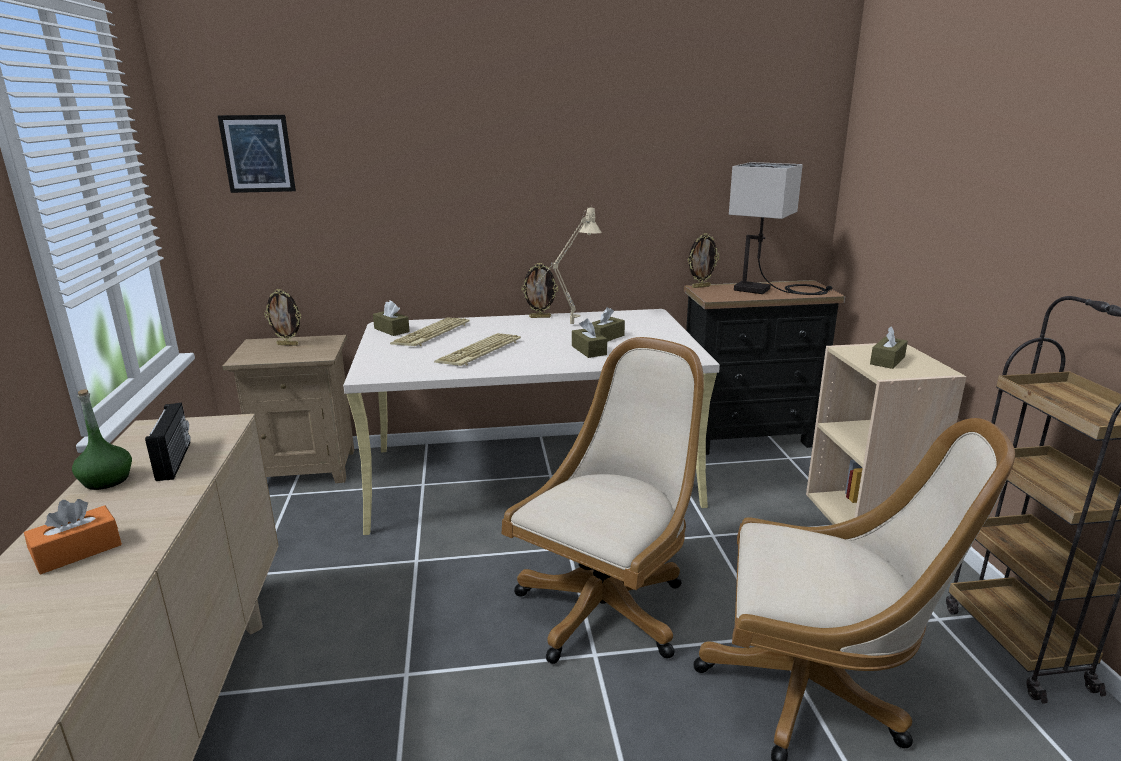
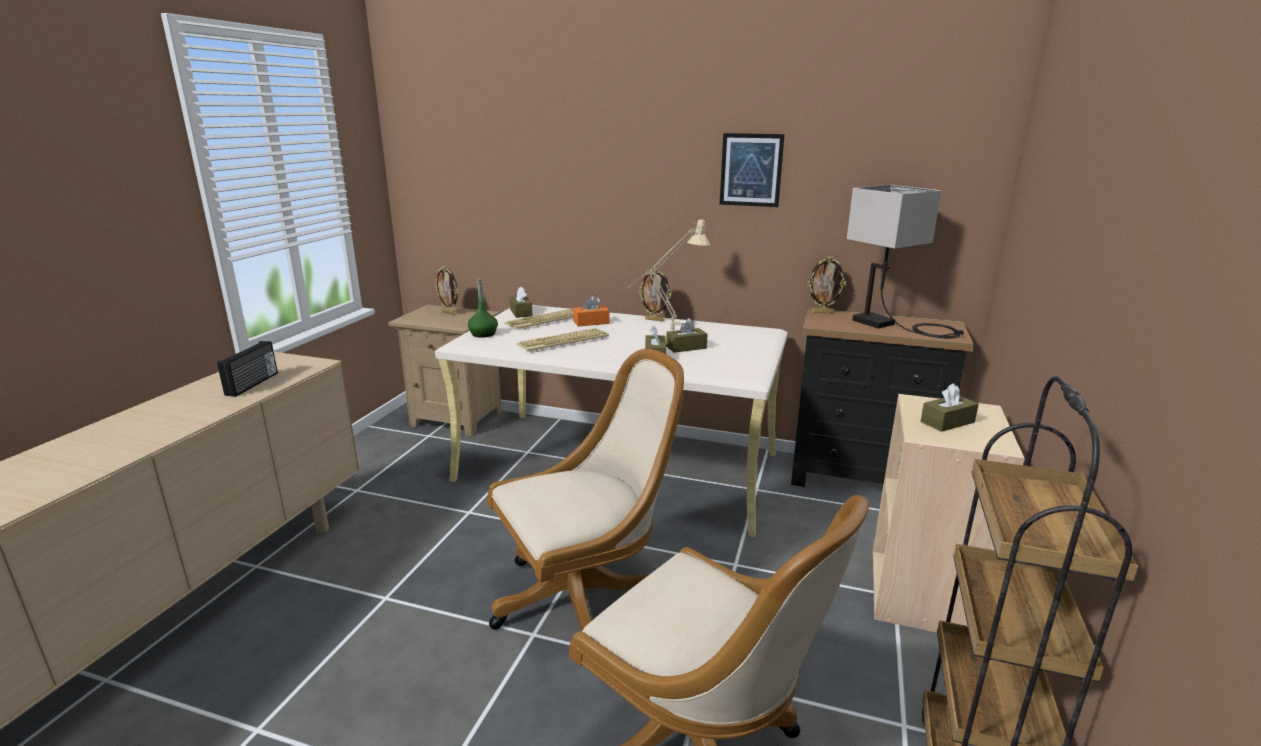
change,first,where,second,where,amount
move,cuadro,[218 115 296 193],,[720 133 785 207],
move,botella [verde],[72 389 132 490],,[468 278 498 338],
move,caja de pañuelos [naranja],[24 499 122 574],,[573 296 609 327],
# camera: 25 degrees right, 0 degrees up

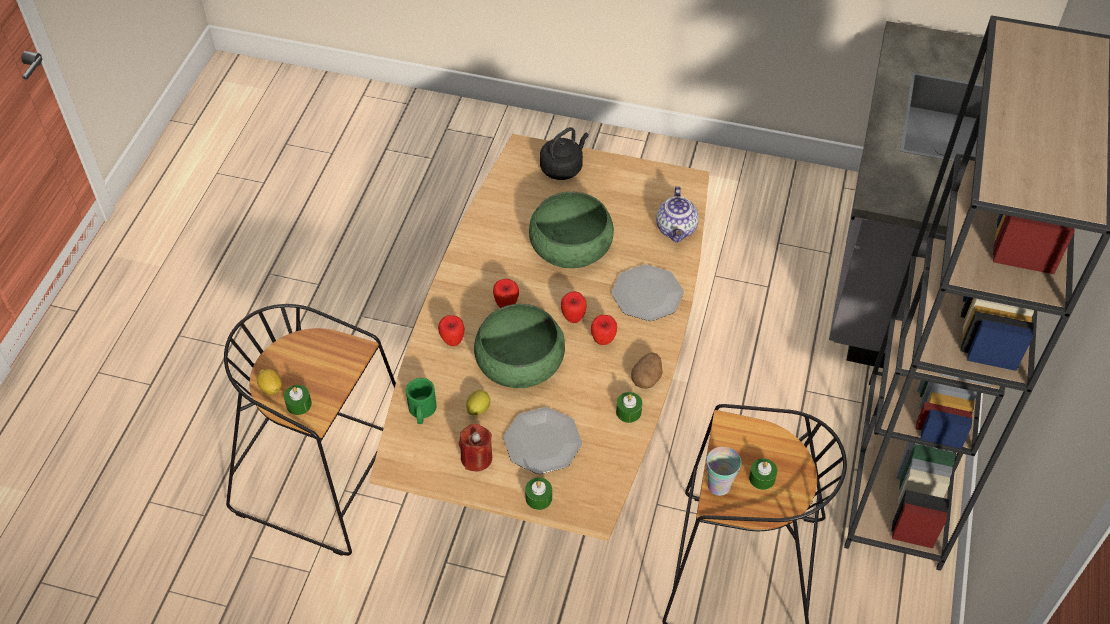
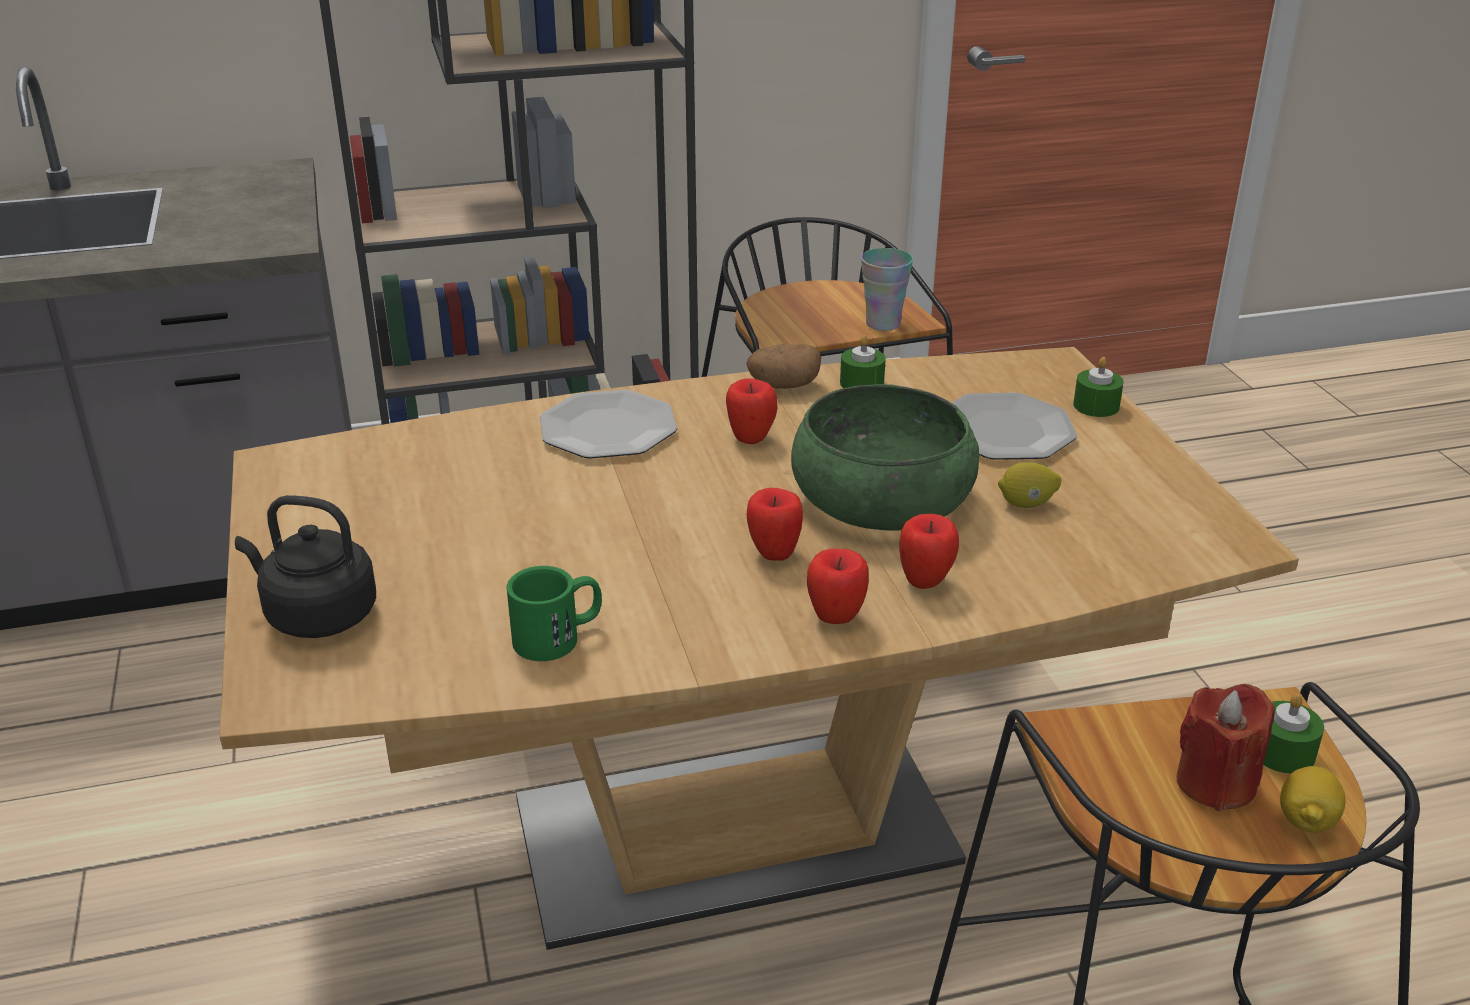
change,first,where,second,where,amount
delete,tetera,[656 186 699 243],,,
delete,cuenco [verde],[529 192 614 268],,,
move,manzana,[561 291 587 323],,[807 549 869 624],
move,taza grande [verde],[406 378 437 424],,[506 566 602 661],
move,vela [rojo],[459 424 492 472],,[1177 684 1275 811],
delete,vela [verde],[749 458 777 490],,,
# camera: 120 degrees left, 20 degrees down

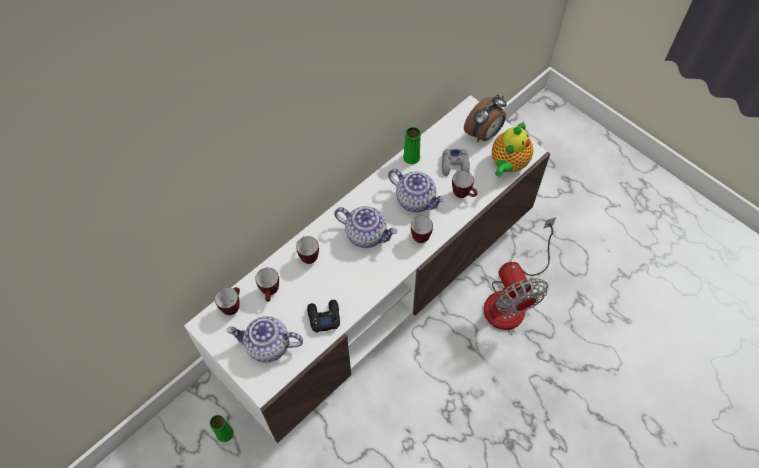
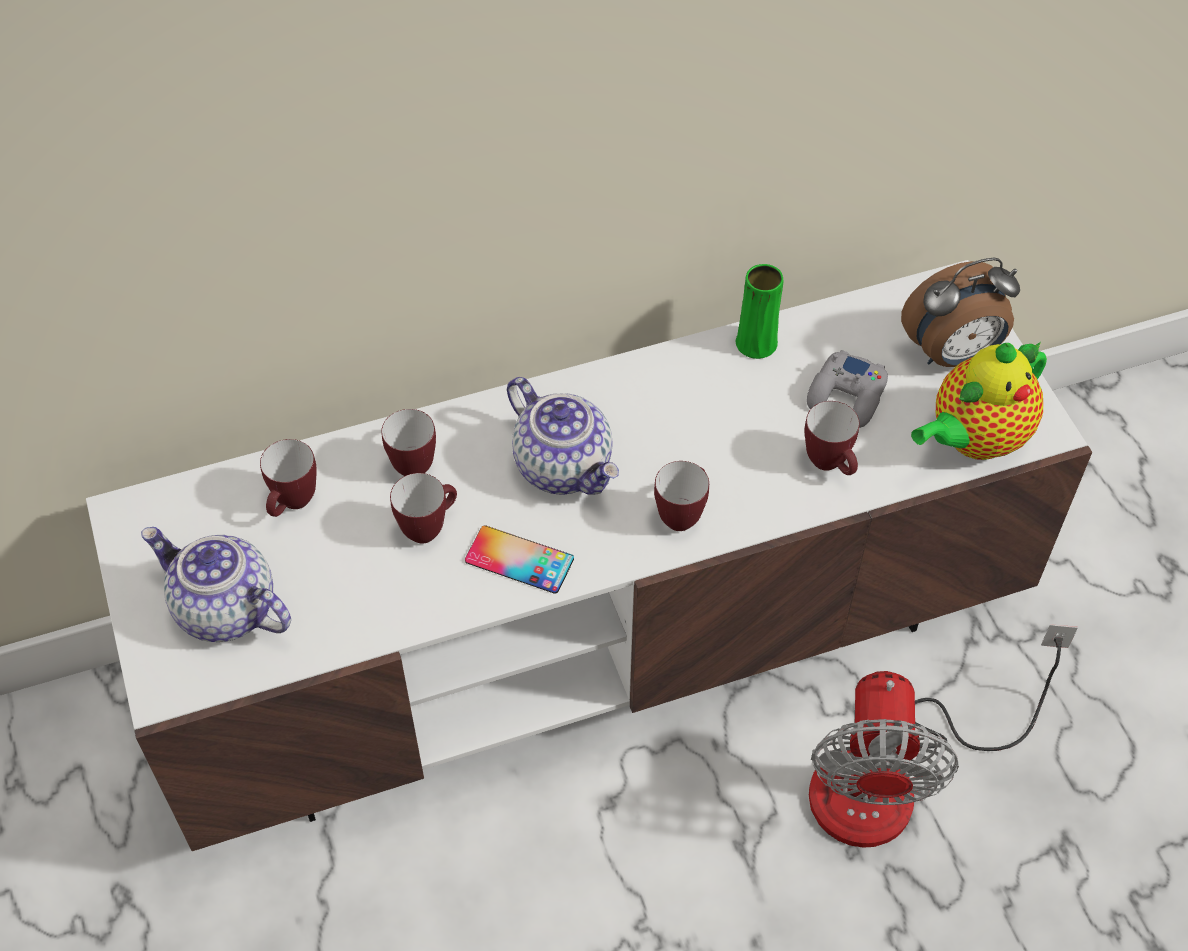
change,first,where,second,where,amount
delete,tetera,[388 169 446 212],,,
move,taza grande,[215 287 240 315],,[390 473 457 544],
delete,mando de consola [negro],[307 300 340 333],,,
delete,florero [verde],[210 415 234 442],,,
insert,,,móvil,[465 525 574 594],
# camera: 25 degrees right, 5 degrees down

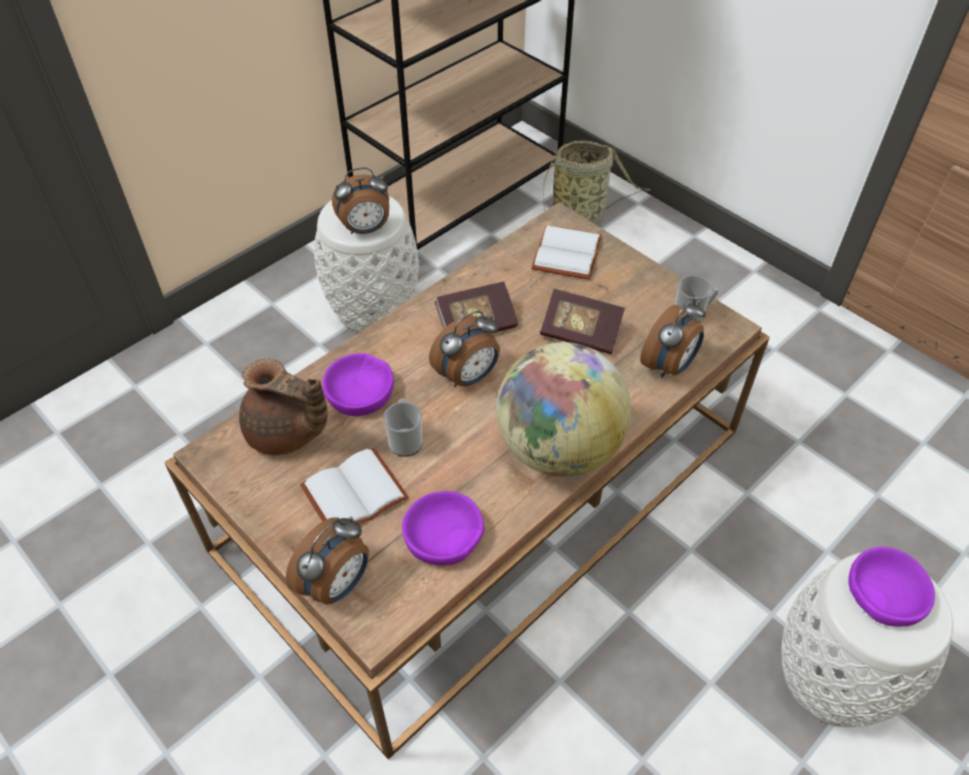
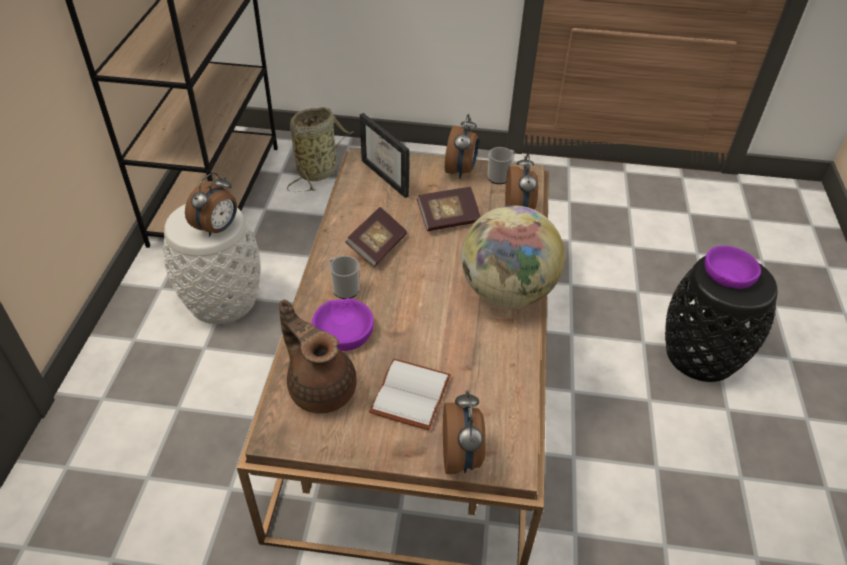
change,first,where,second,where,amount
replace,libro [blanco],[532 225 602 280],portarretratos,[360 113 409 198],
move,despertador,[429 311 500 387],,[445 114 479 179],
rotate,tetera [marrón],[239 359 328 455],,[279 300 357 413],120 degrees counterclockwise
move,taza grande,[383 399 423 457],,[330 256 360 299],
delete,cuenco [morado],[402 491 484 566],,,
recolor,taburete [blanco],[781 552 953 727],taburete [negro],[665 256 778 382],
# camera: 40 degrees left, 5 degrees down

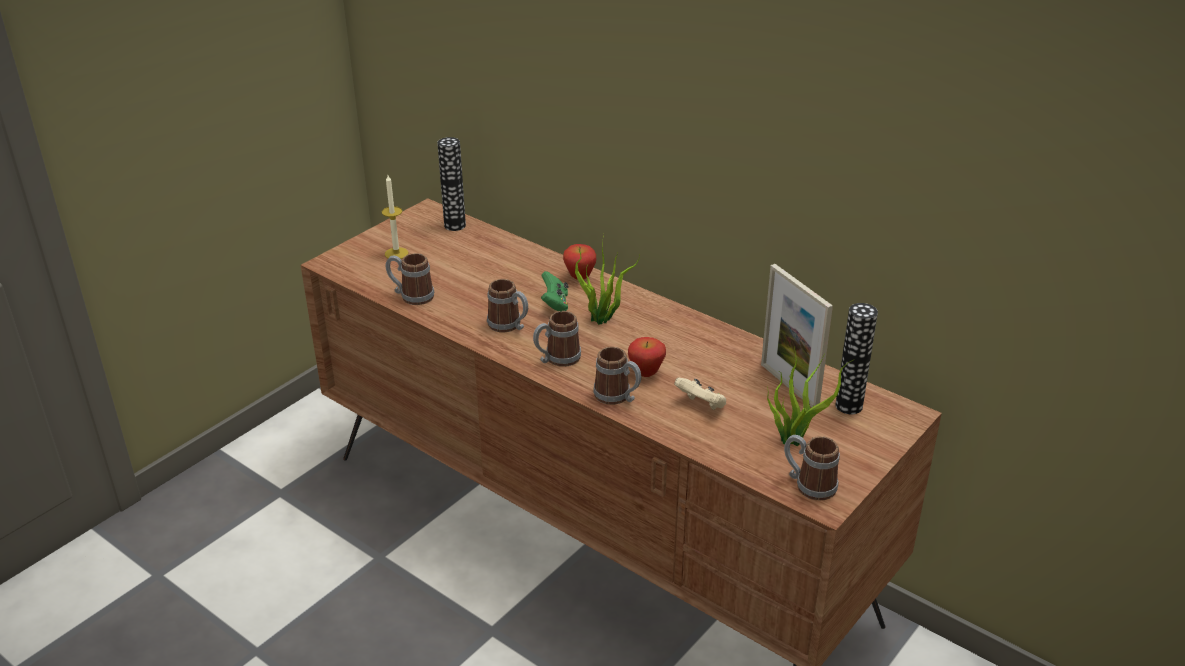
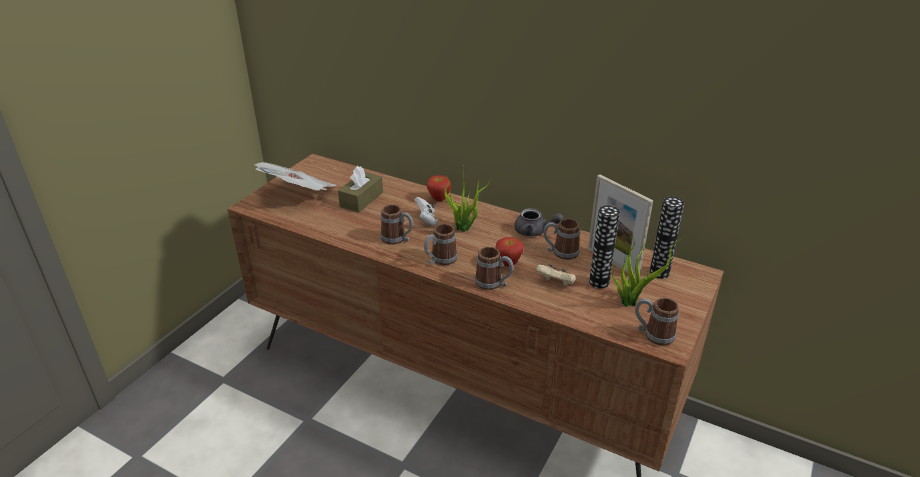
change,first,where,second,where,amount
move,florero,[437 137 466 231],,[589 205 620 289],
replace,vela,[382 175 408 259],periódico,[255 162 337 191],
move,taza grande,[386 253 434 305],,[544 219 580 260],
recolor,mando de consola [verde],[541 271 568 312],mando de consola [blanco],[414 197 438 226],
insert,,,caja de pañuelos [marrón],[338 166 383 213],
insert,,,tetera [gris],[514 208 564 236],
# camera: 10 degrees left, 0 degrees up

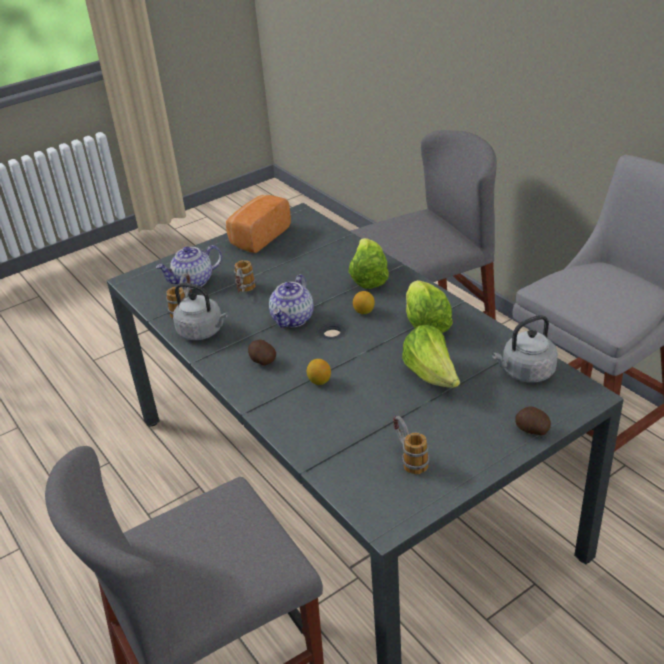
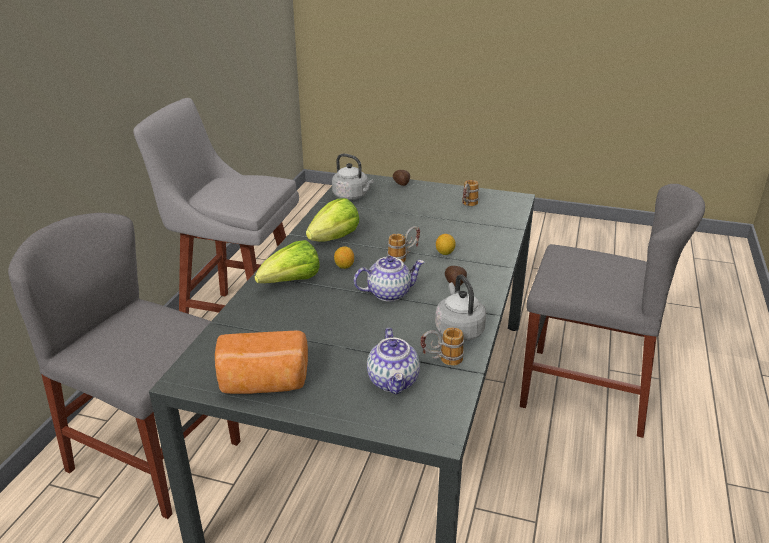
change,first,where,second,where,amount
rotate,tetera,[156 245 222 289],,[367 328 420 395],60 degrees clockwise
move,taza grande,[234 260 256 292],,[387 226 420 263],
delete,lechuga,[402 325 460 388],,,
# camera: 130 degrees left, 5 degrees down

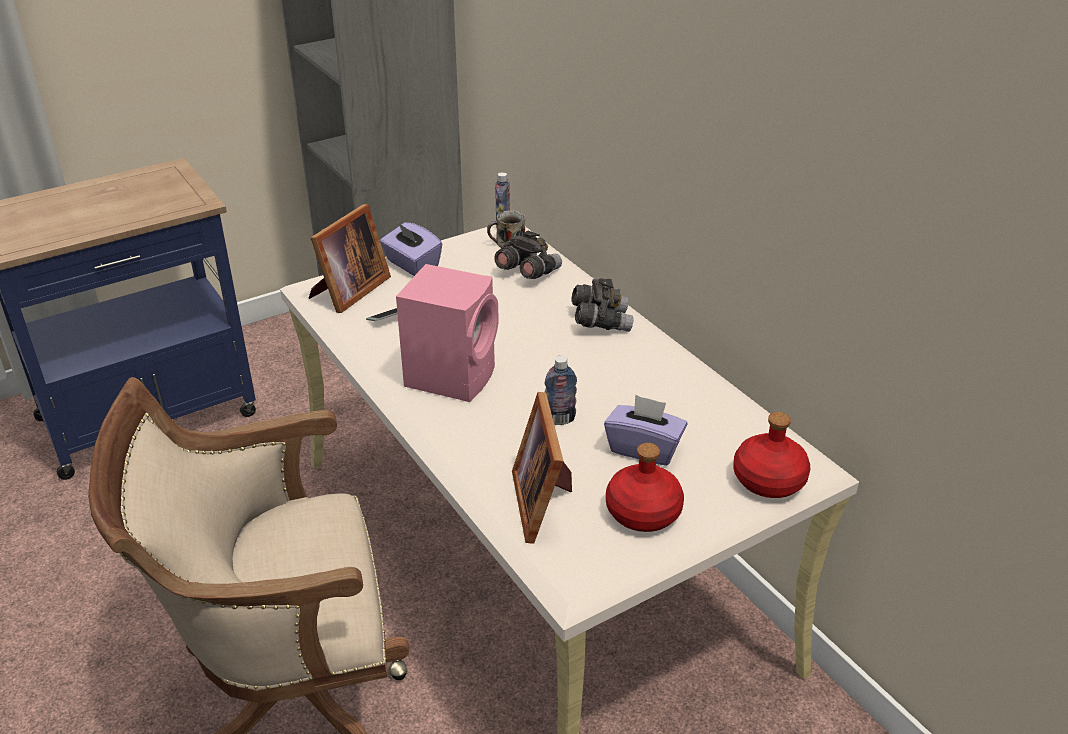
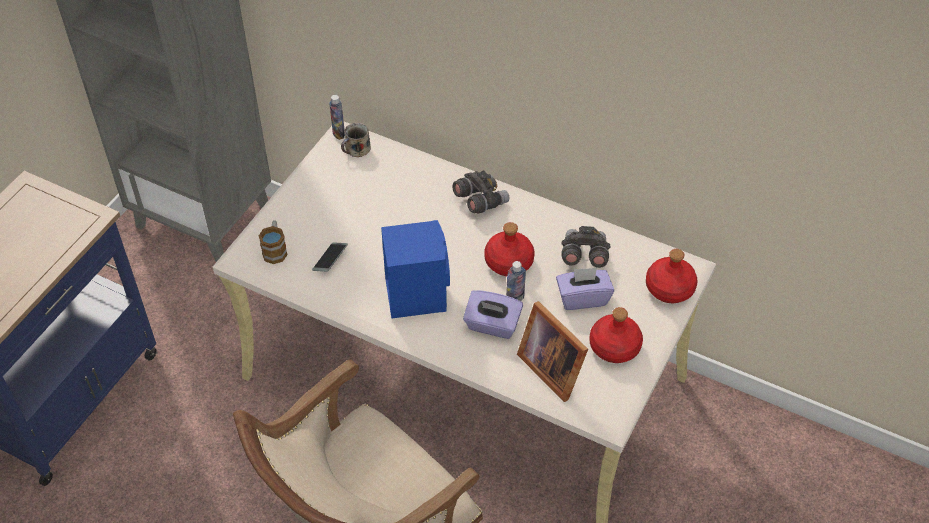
change,first,where,second,where,amount
replace,portarretratos,[309 204 391 313],taza grande,[259 220 288 264],
move,caja de pañuelos [morado],[380 222 442 276],,[463 290 523 339],
move,prismáticos [gris],[494 231 562 279],,[561 226 610 268],
recolor,altavoz [rosa],[396 264 499 402],altavoz [azul],[381 220 450 319],
insert,,,botella [rojo],[484 222 535 276],
# camera: 30 degrees left, 15 degrees up

